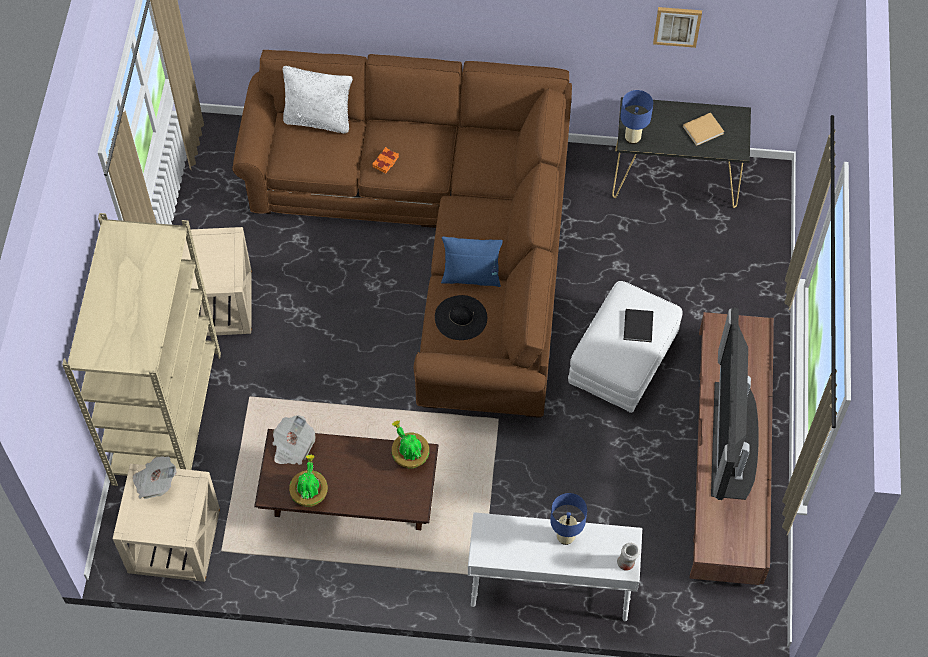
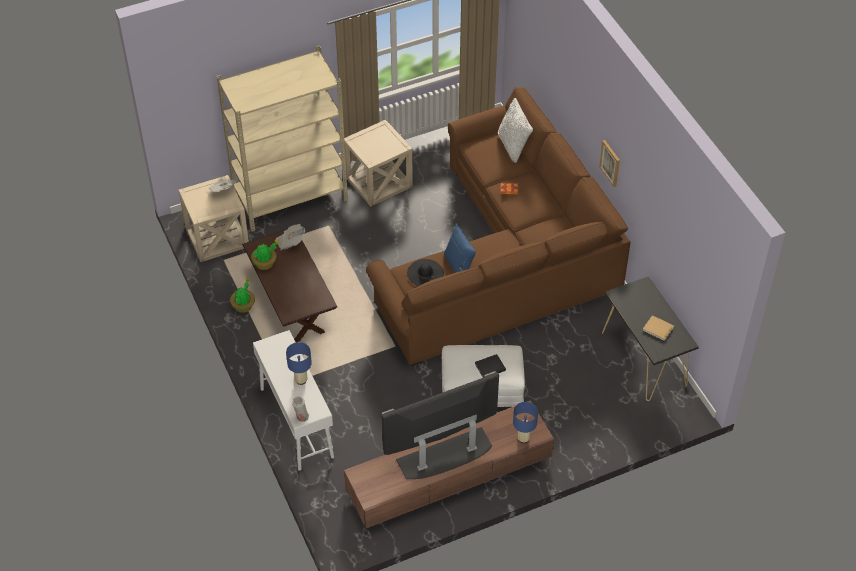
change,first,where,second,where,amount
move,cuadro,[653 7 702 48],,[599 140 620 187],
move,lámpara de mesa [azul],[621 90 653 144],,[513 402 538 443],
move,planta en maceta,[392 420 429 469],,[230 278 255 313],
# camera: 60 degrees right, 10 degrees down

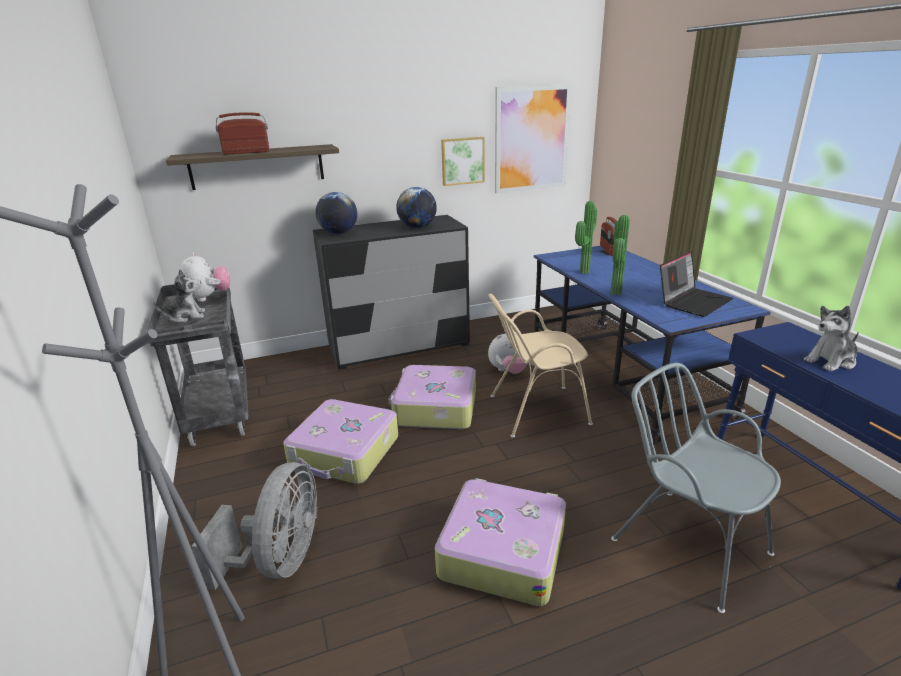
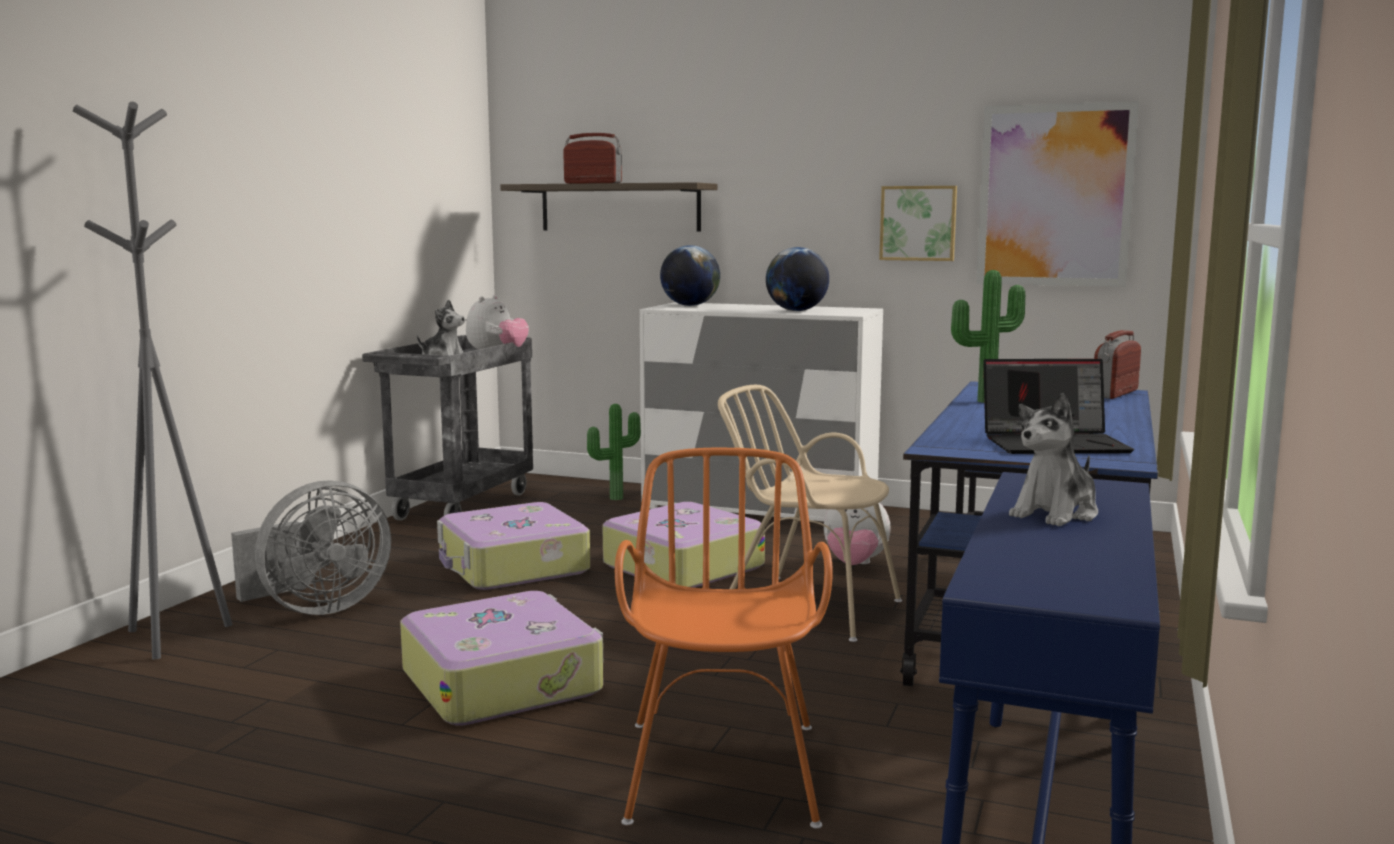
change,first,where,second,where,amount
recolor,cómoda [negro],[313 215 470 370],cómoda [blanco],[640 302 883 522],
move,planta en maceta,[611 215 630 295],,[587 404 641 500],
rotate,peluche,[804 306 859 372],,[1009 393 1098 527],60 degrees counterclockwise
recolor,silla [gris],[611 363 781 613],silla [naranja],[615 448 833 829],
# camera: 40 degrees right, 15 degrees down

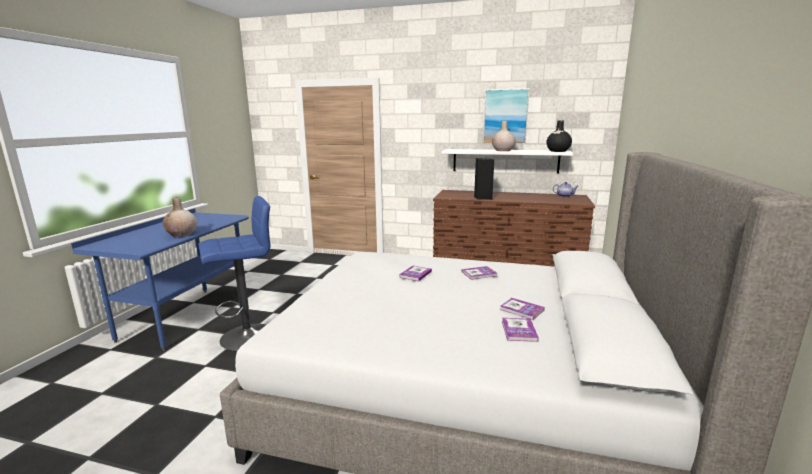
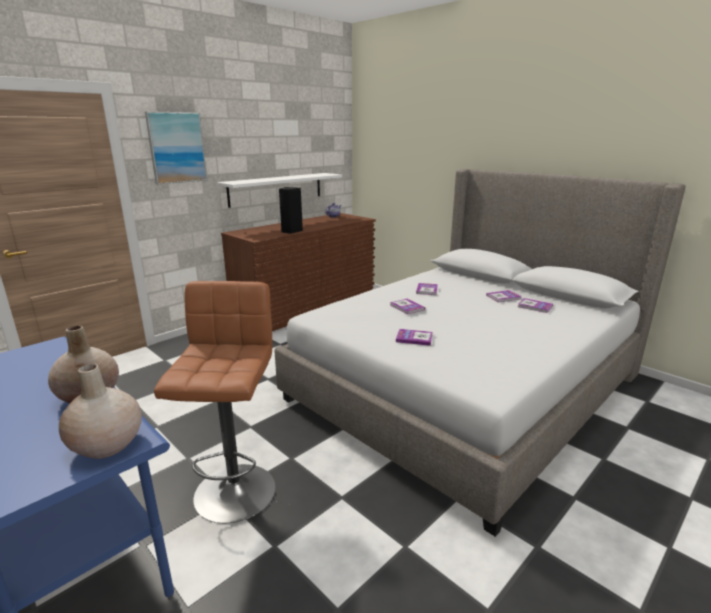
change,first,where,second,where,amount
move,cuadro,[483 88 530 144],,[145 111 207 184],
move,florero [beis],[492 121 516 151],,[59 364 142 459],
delete,florero [negro],[546 121 572 152],,,
recolor,taburete [azul],[199 196 270 351],taburete [marrón],[154 281 275 523],
insert,,,libro,[396 329 433 346],
# camera: 60 degrees left, 5 degrees up

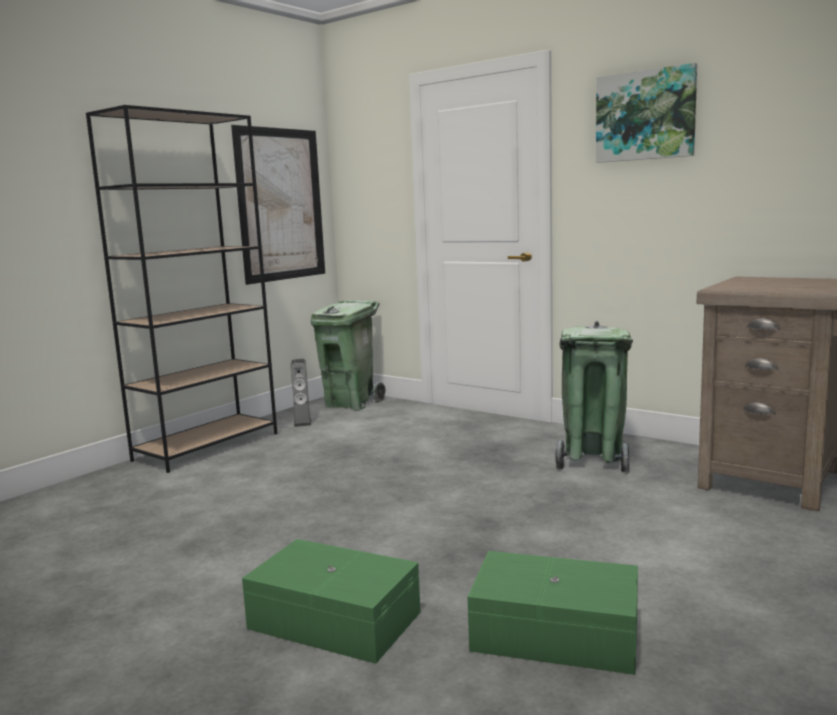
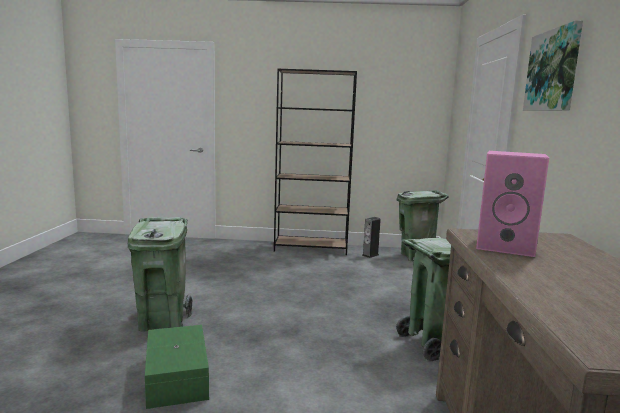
change,first,where,second,where,amount
delete,cuadro,[231 125 325 285],,,
replace,caja de almacenaje [verde],[242 539 421 664],papelera [verde],[128 217 193 331],
insert,,,altavoz [rosa],[476 151 549 257],
# camera: 55 degrees right, 0 degrees up

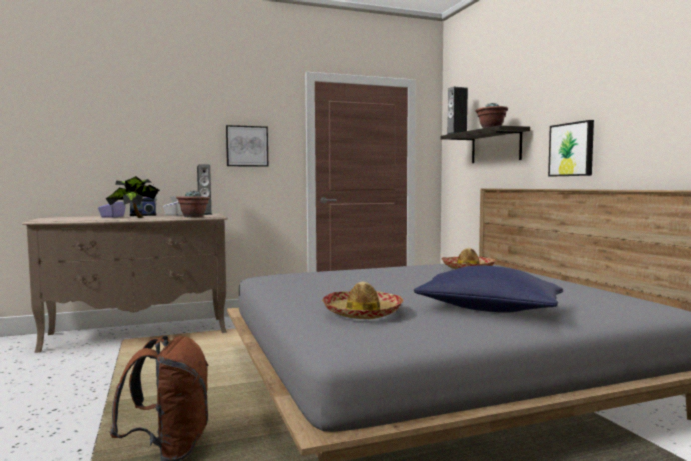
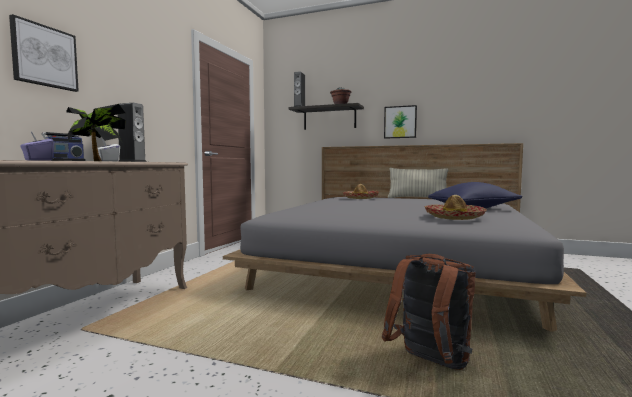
change,first,where,second,where,amount
move,cuadro,[226 125 268 167],,[9 14 79 92],
delete,planta en maceta,[176 190 210 217],,,
insert,,,cojín,[388 168 449 198],
# camera: 50 degrees left, 0 degrees up

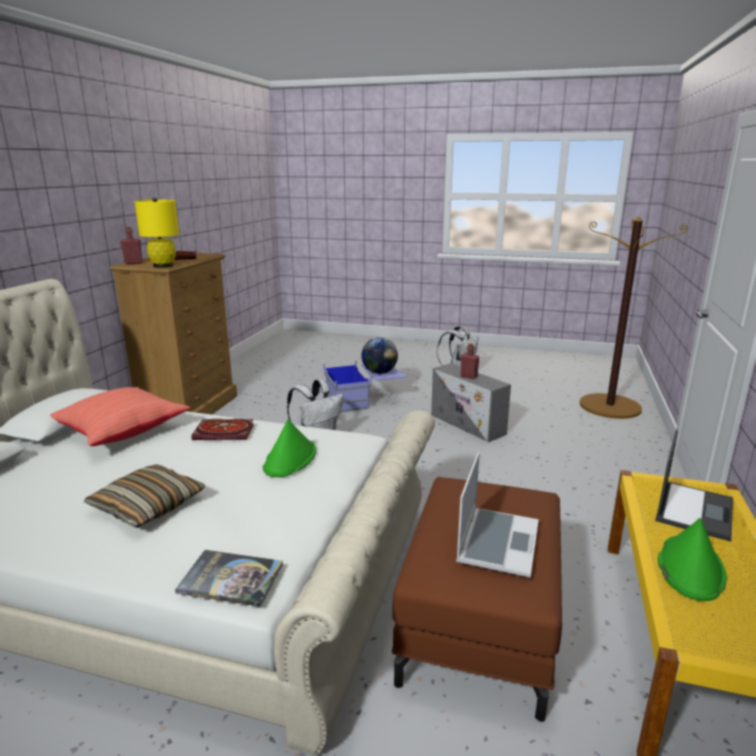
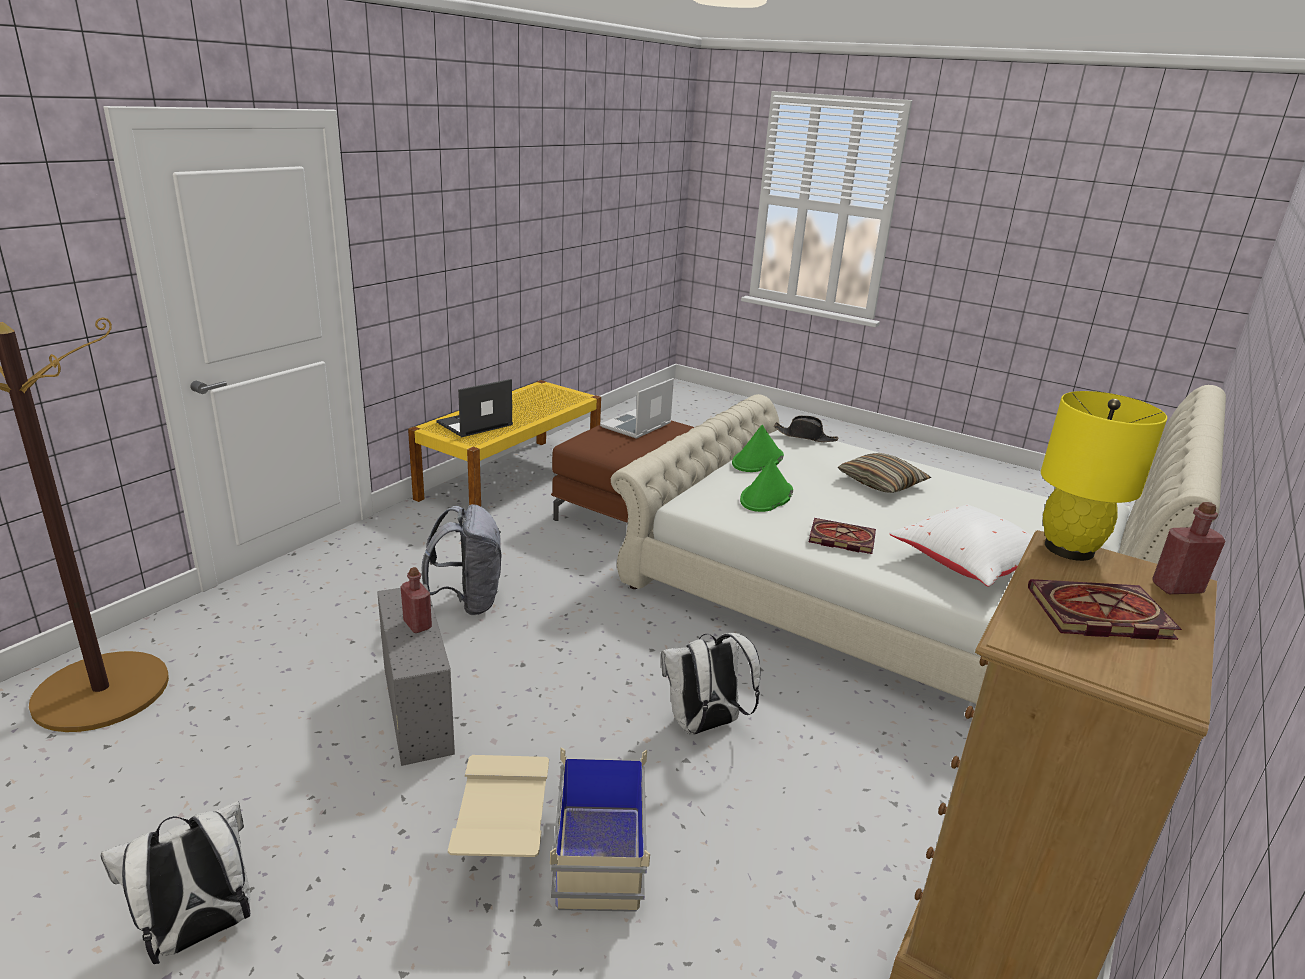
change,first,where,second,where,amount
delete,globo terráqueo,[361 337 398 374],,,
recolor,caja de almacenaje [azul],[323 361 407 412],caja de almacenaje [beis],[448 747 650 912],
recolor,cojín [rojo],[50 387 190 446],cojín [blanco],[889 504 1033 587],
move,sombrero [verde],[658 518 727 601],,[732 425 784 472],
replace,libro,[175 550 283 607],sombrero [negro],[774 416 838 442],
insert,,,mochila [gris],[422 504 501 615],
# camera: 165 degrees left, 5 degrees up

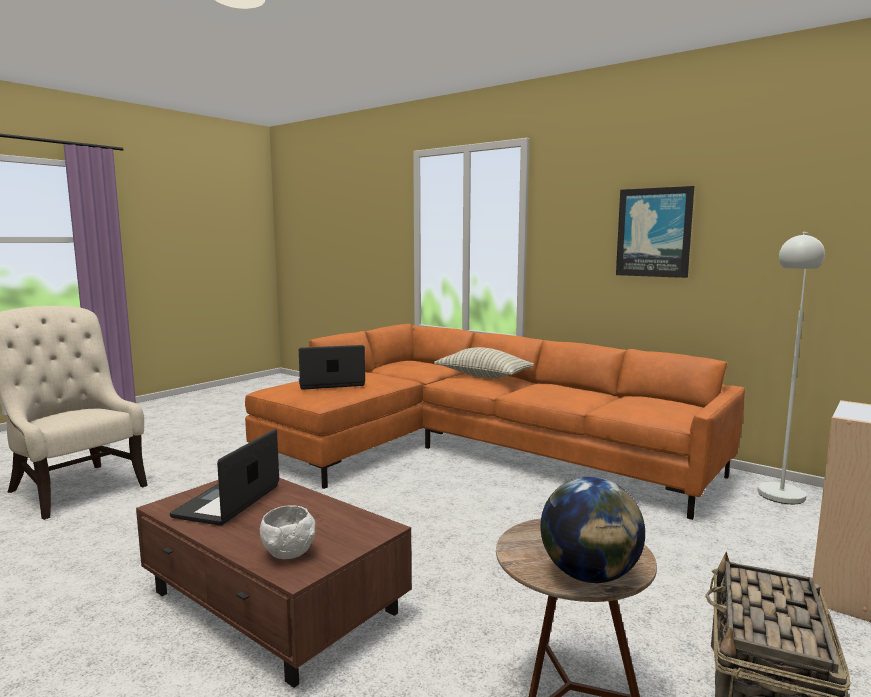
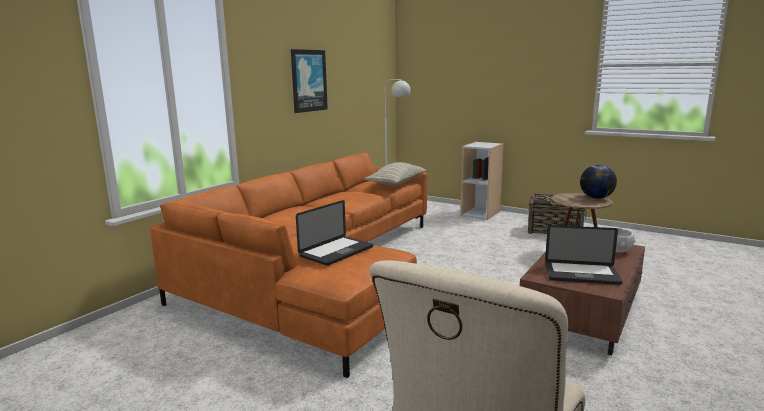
change,first,where,second,where,amount
rotate,portátil,[299 345 365 390],,[296 200 373 266],120 degrees counterclockwise
move,cojín,[434 347 534 378],,[365 162 426 185],
# camera: 95 degrees left, 5 degrees up

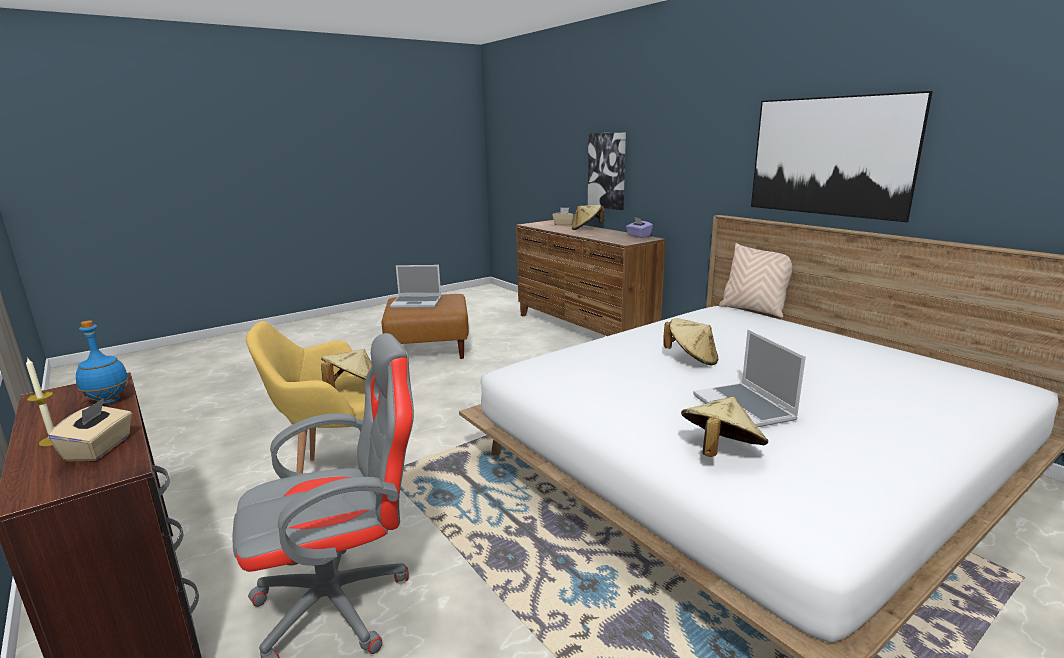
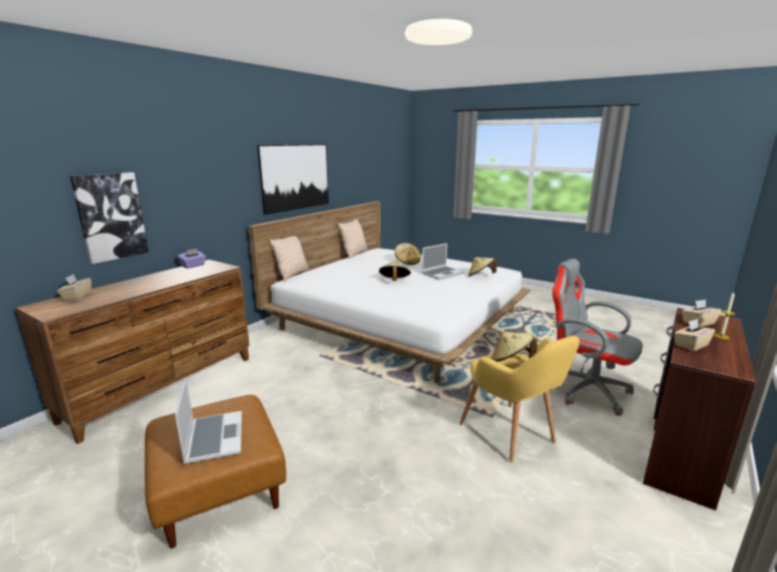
change,first,where,second,where,amount
move,sombrero [beis],[572 205 604 230],,[395 243 421 265],
replace,botella [azul],[76 320 129 404],caja de pañuelos [beis],[674 319 715 352],
insert,,,cojín [beis],[338 219 368 259],
# camera: 110 degrees left, 0 degrees up

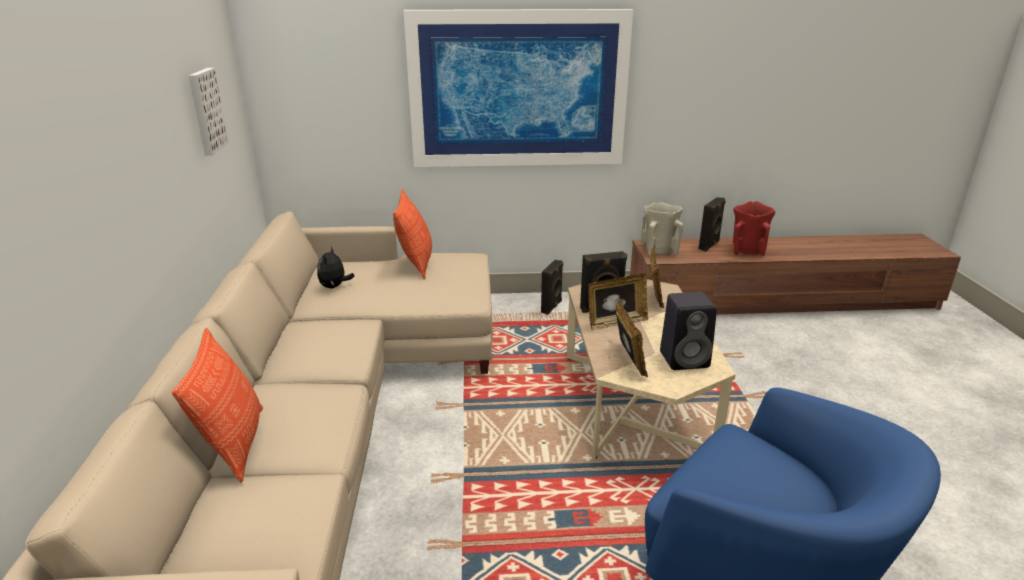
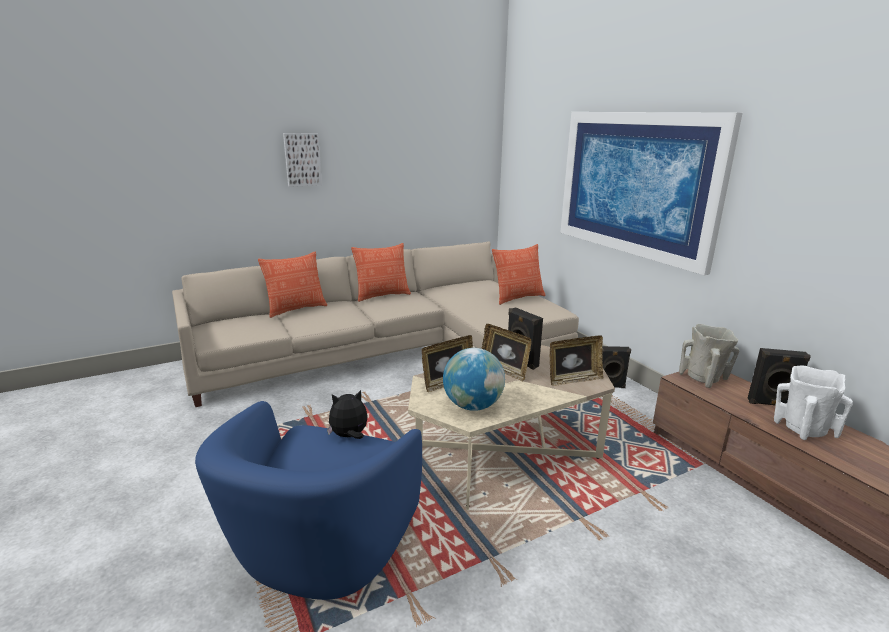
change,first,where,second,where,amount
move,cuadro,[188 68 229 155],,[283 133 322 187],
recolor,florero [rojo],[733 201 775 256],florero [blanco],[774 365 853 440],
move,peluche,[317 247 355 288],,[327 390 368 439],
replace,altavoz [negro],[660 292 717 370],globo terráqueo,[443 348 505 411],
insert,,,cojín [naranja],[351 243 411 302],
# camera: 65 degrees right, 5 degrees down

